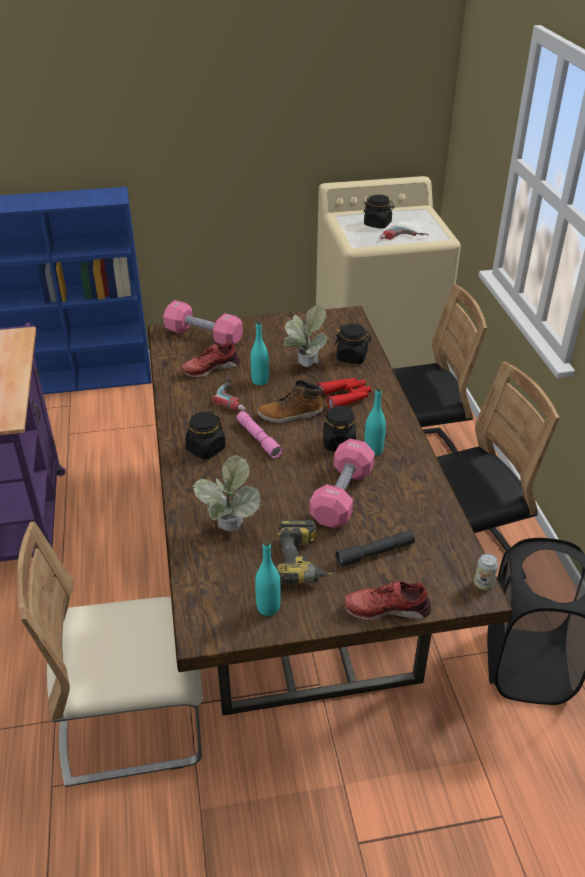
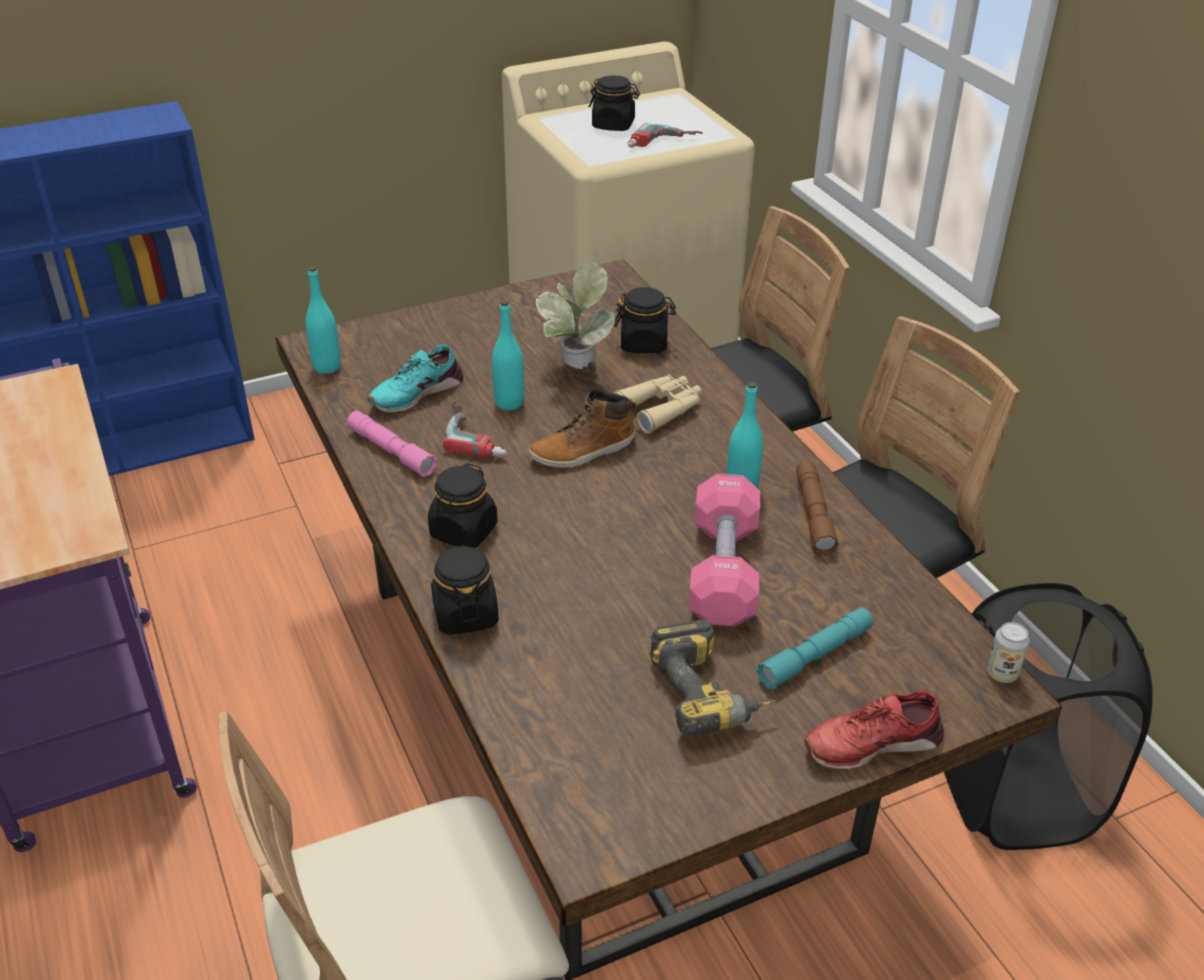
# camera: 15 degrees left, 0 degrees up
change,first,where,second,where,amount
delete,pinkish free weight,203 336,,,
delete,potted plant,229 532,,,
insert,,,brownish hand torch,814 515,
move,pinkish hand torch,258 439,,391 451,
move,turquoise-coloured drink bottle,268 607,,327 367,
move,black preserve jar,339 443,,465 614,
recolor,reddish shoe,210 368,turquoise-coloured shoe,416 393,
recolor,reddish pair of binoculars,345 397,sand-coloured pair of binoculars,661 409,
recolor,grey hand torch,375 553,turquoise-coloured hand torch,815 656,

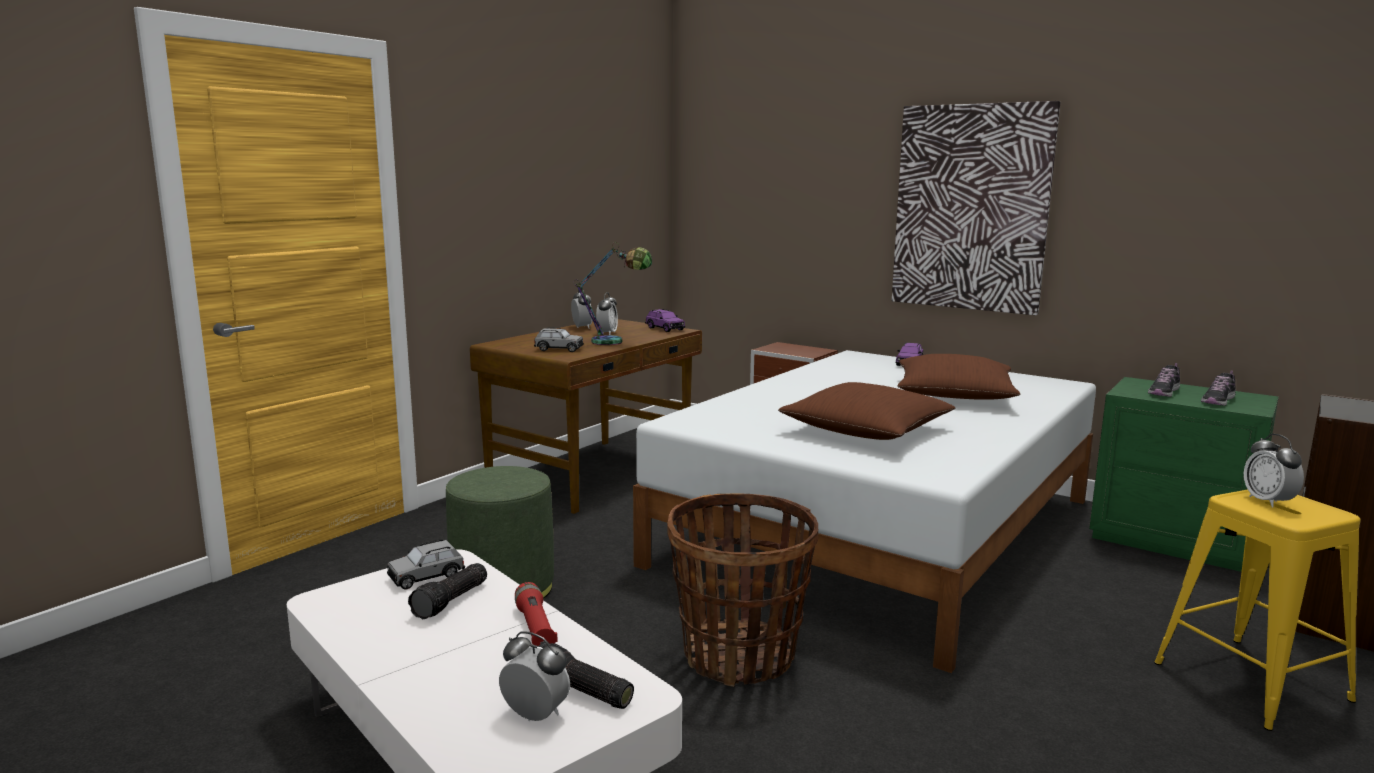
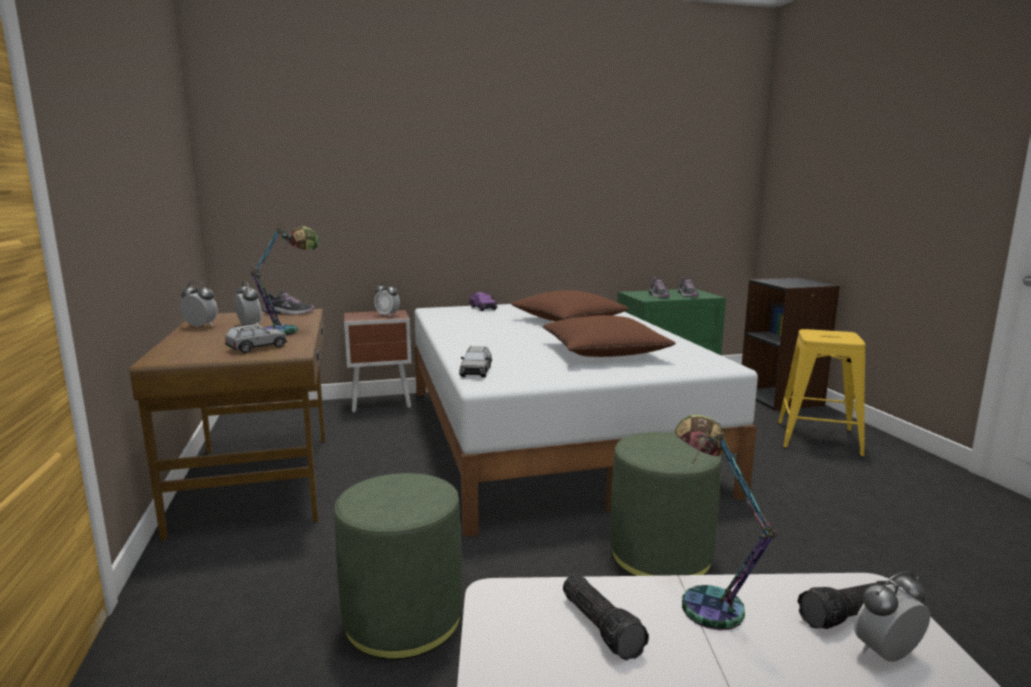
# camera: 50 degrees left, 0 degrees up
change,first,where,second,where,amount
delete,wall picture,971 208,,,
move,grey model car,426 576,,476 371,
move,bedside clock,1268 501,,387 315,
replace,reddish hand torch,535 628,table lamp,707 598,
replace,purplish model car,665 329,shoe,288 313,
replace,household basket,739 656,green pouffe,660 555,

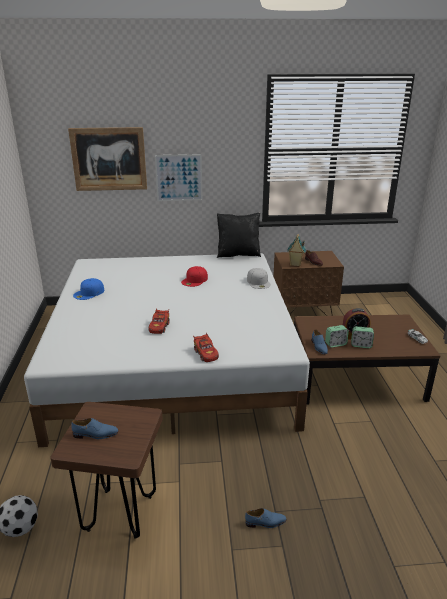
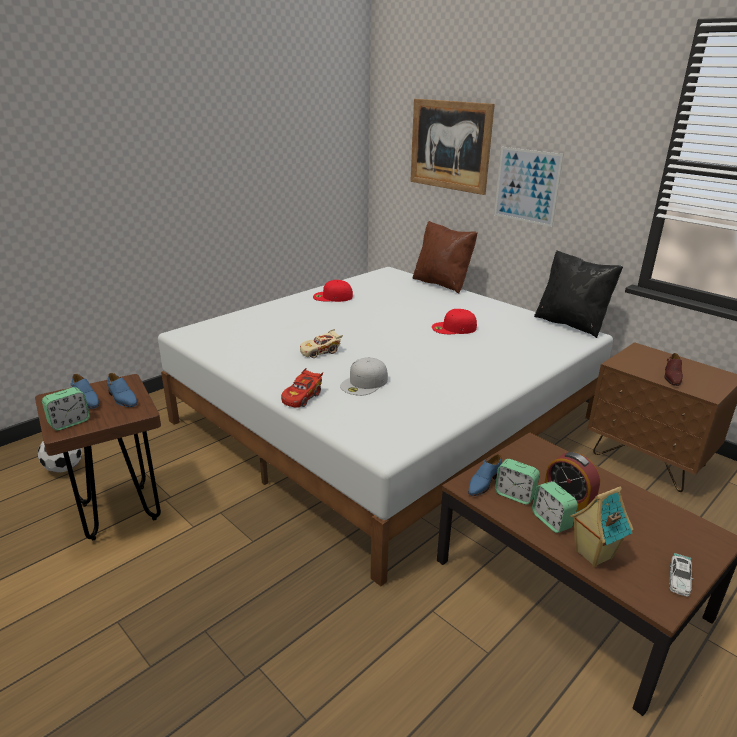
# camera: 50 degrees right, 0 degrees up
change,first,where,second,where,amount
insert,,,bedside clock,69 422,
insert,,,brownish cushion,442 284,
move,blue shoe,265 522,,122 399,
move,white-coloured baseball cap,258 282,,364 383,
move,model house,295 264,,592 554,
recolor,blue baseball cap,89 293,reddish baseball cap,332 297,
recolor,reddish model car,159 327,sand-coloured model car,321 352,

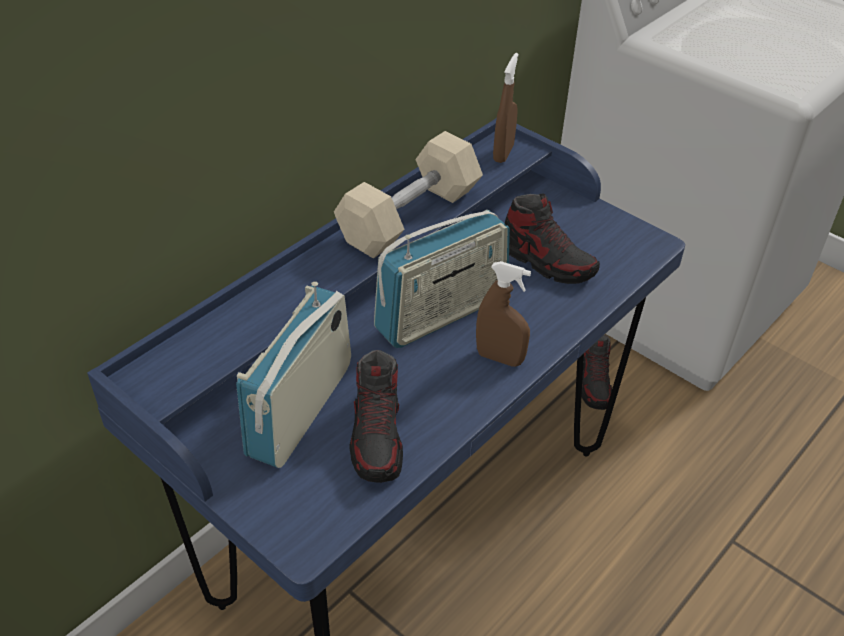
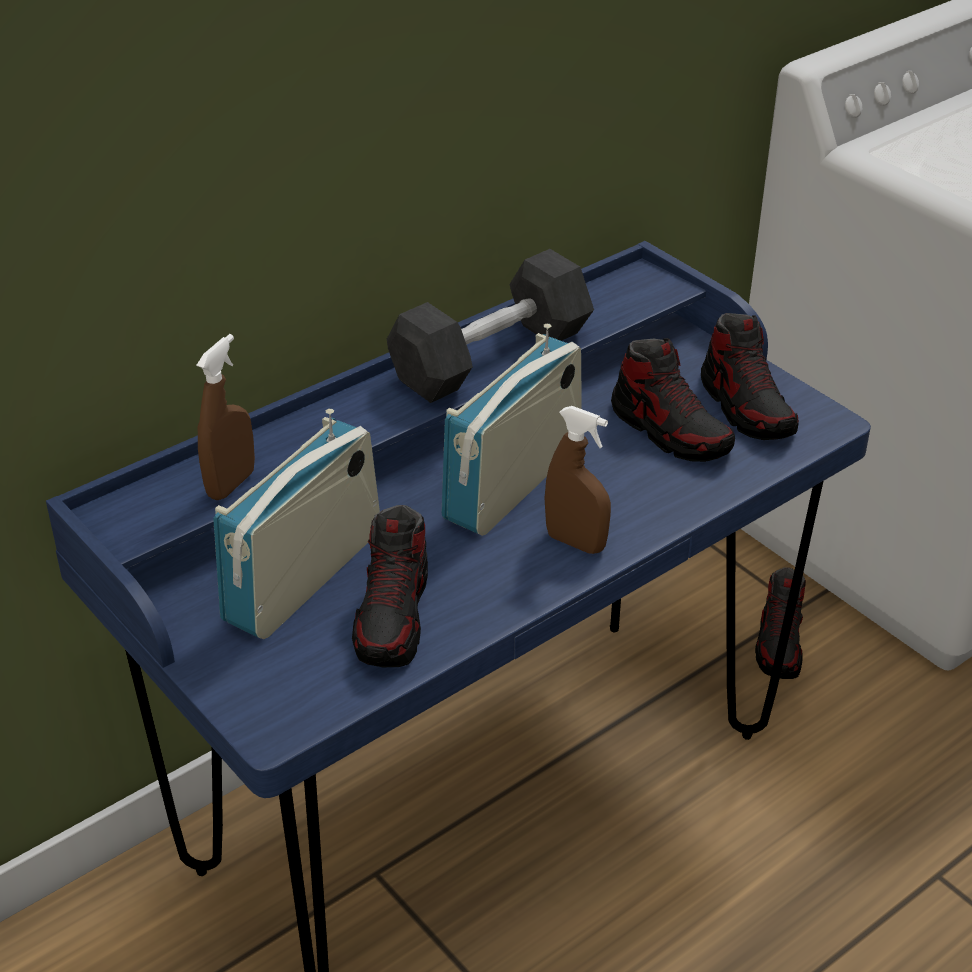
# camera: 10 degrees right, 5 degrees down
change,first,where,second,where,amount
insert,,,shoe,746 407,
move,brownish sprayer,503 153,,231 484,
recolor,sand-coloured free weight,410 216,black free weight,491 357,
rotate,radio set,442 314,,513 483,150 degrees clockwise

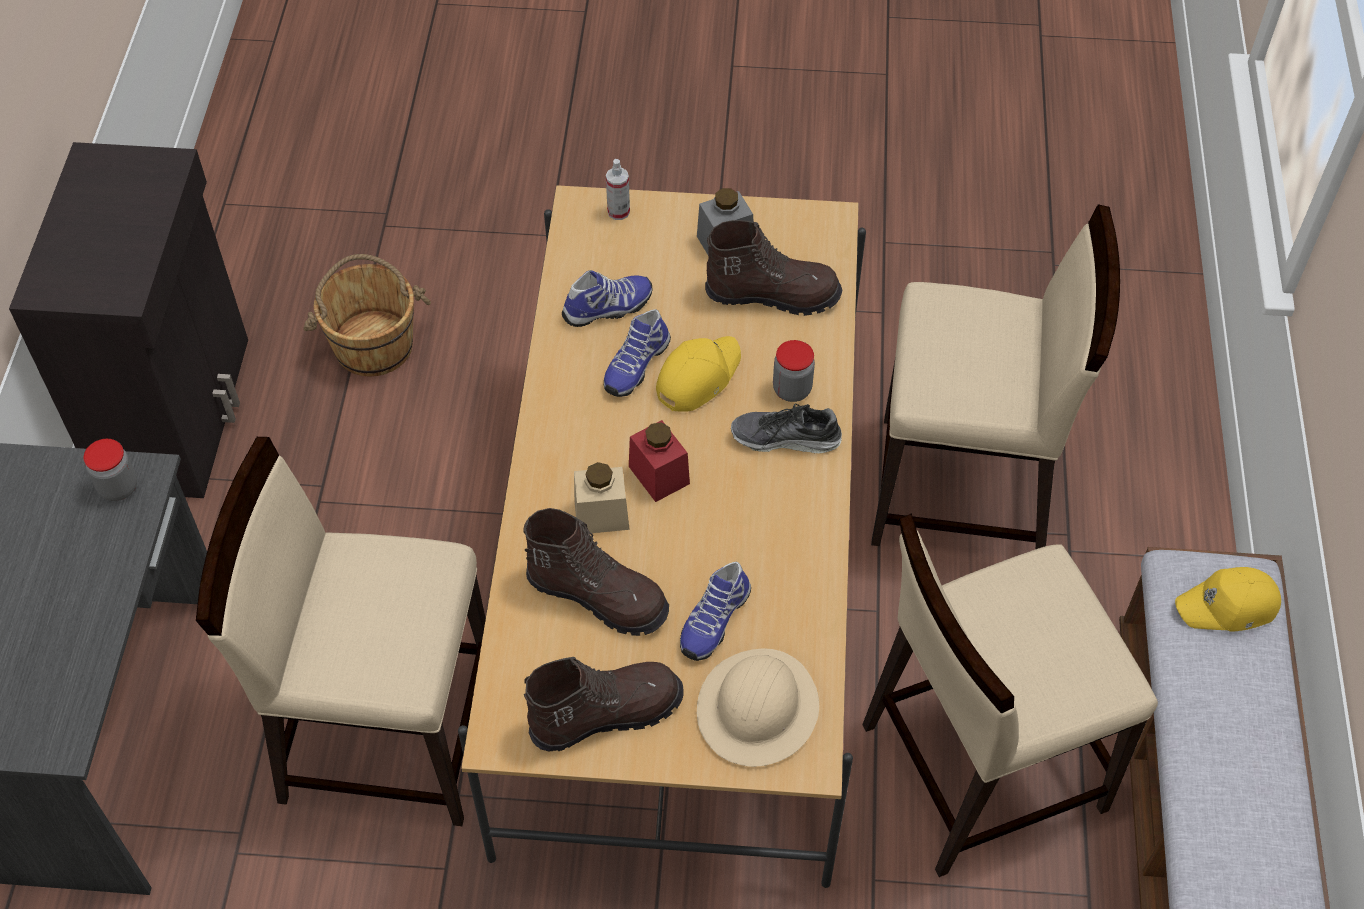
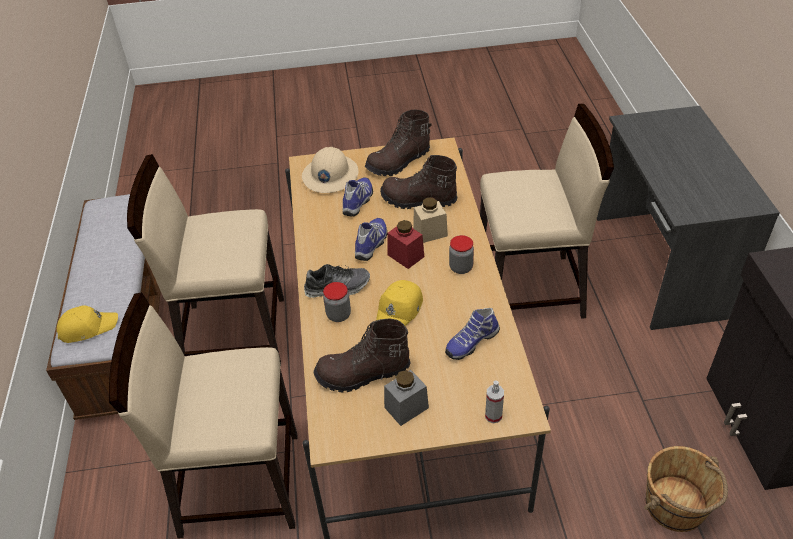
# camera: 170 degrees right, 10 degrees down
change,first,where,second,where,amount
move,preserve jar,118 487,,461 267,
move,shoe,635 365,,372 244,
rotate,sand-coloured plain chair,980 766,,233 333,150 degrees counterclockwise

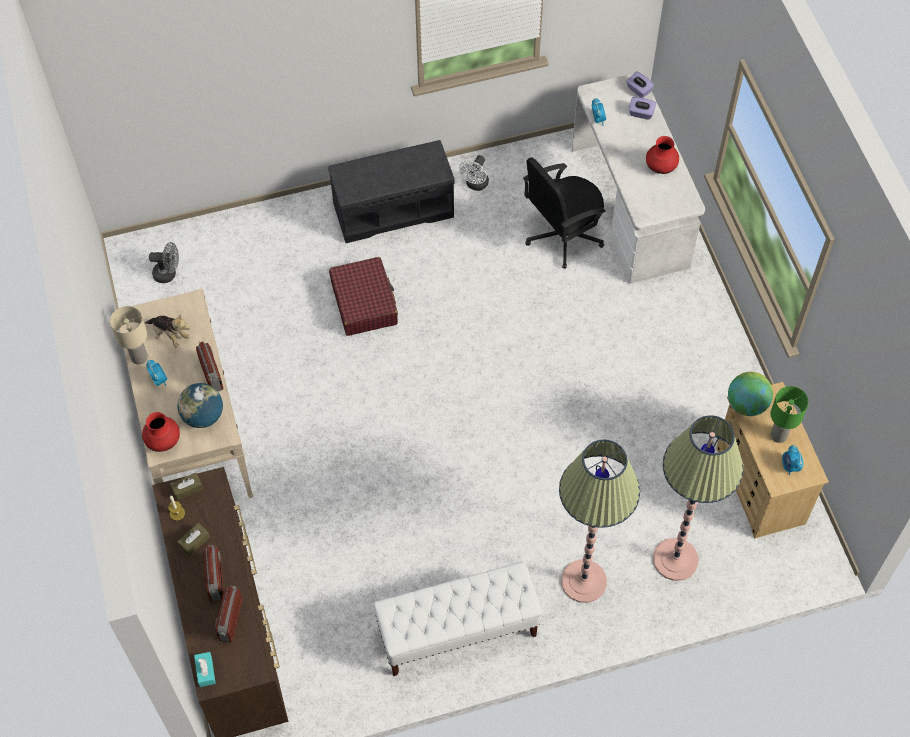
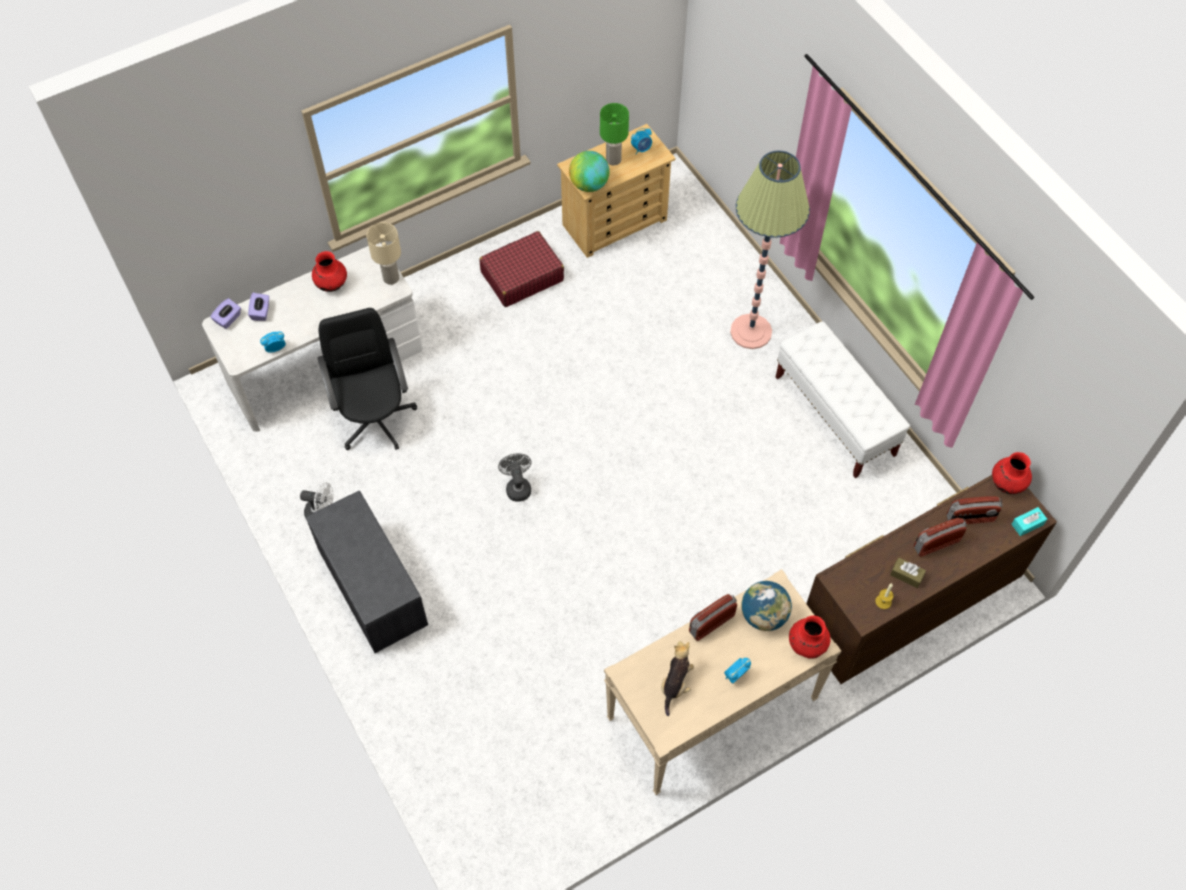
# camera: 105 degrees left, 0 degrees up
change,first,where,second,where,amount
delete,brownish tissue holder,187 489,,,
delete,floor lamp,675 559,,,
insert,,,reddish vase,1006 483,
move,sand-coloured table lamp,138 357,,391 278,
move,grey electric fan,168 274,,517 486,
move,reddish travel case,364 302,,521 276,
rotate,black office chair,562 236,,375 418,150 degrees counterclockwise

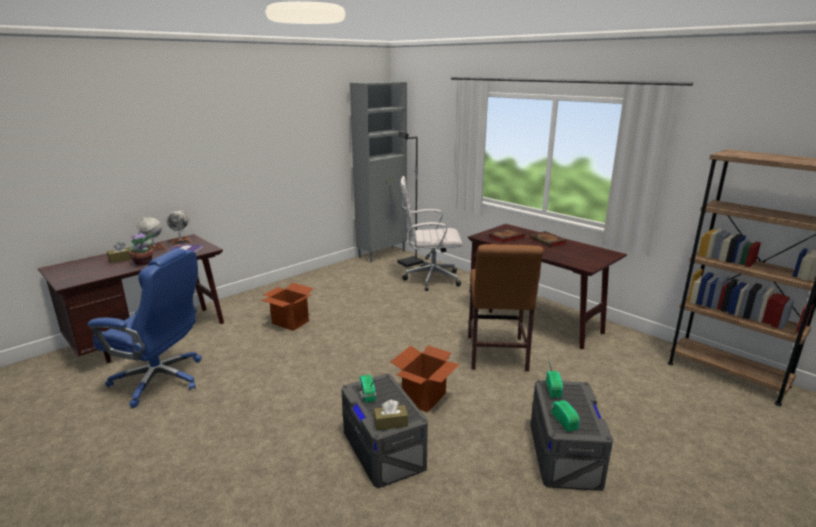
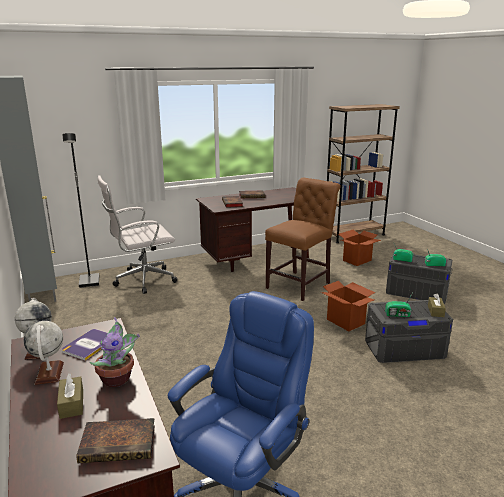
# camera: 70 degrees left, 0 degrees up
change,first,where,second,where,amount
insert,,,bound book,120 444,
move,carton,290 322,,357 260,
rotate,white-coloured office chair,429 279,,142 280,45 degrees clockwise
rotate,brownish plain chair,496 355,,301 284,75 degrees counterclockwise

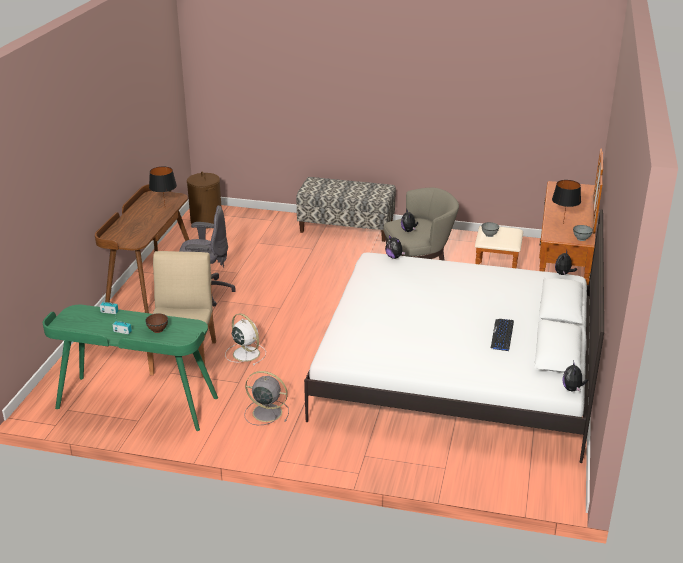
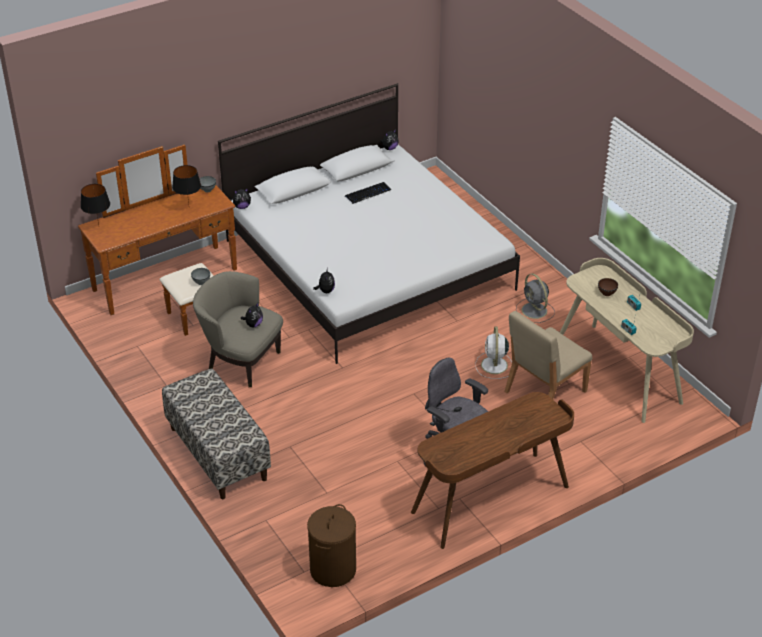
# camera: 135 degrees left, 10 degrees up
change,first,where,second,where,amount
move,black table lamp,165 208,,98 226,
recolor,green desk,136 404,sand-coloured desk,618 371,

